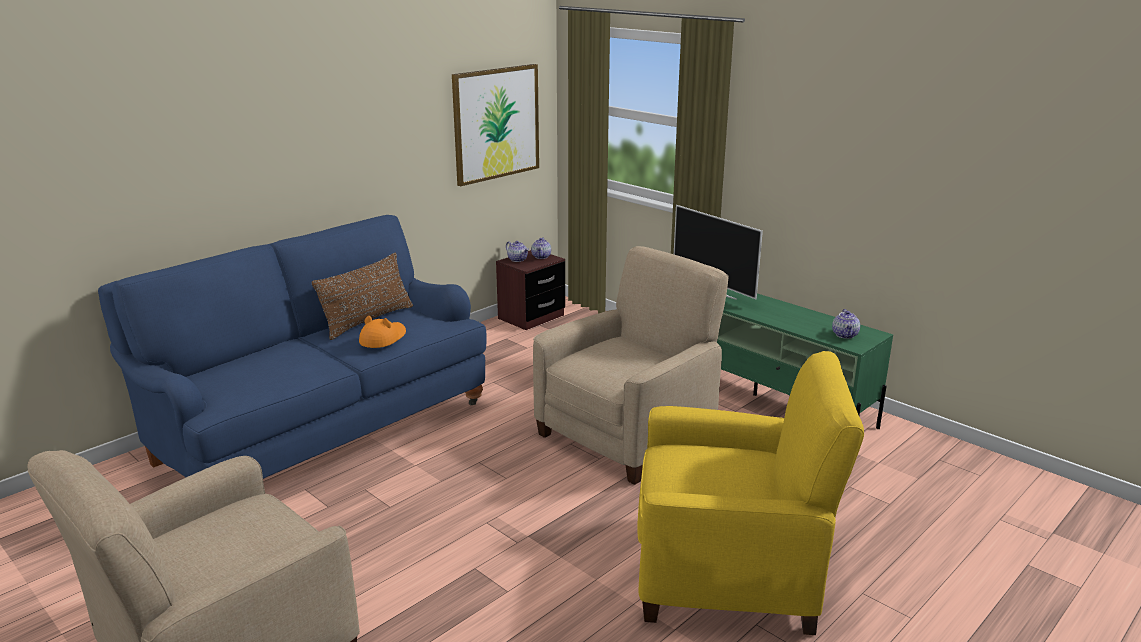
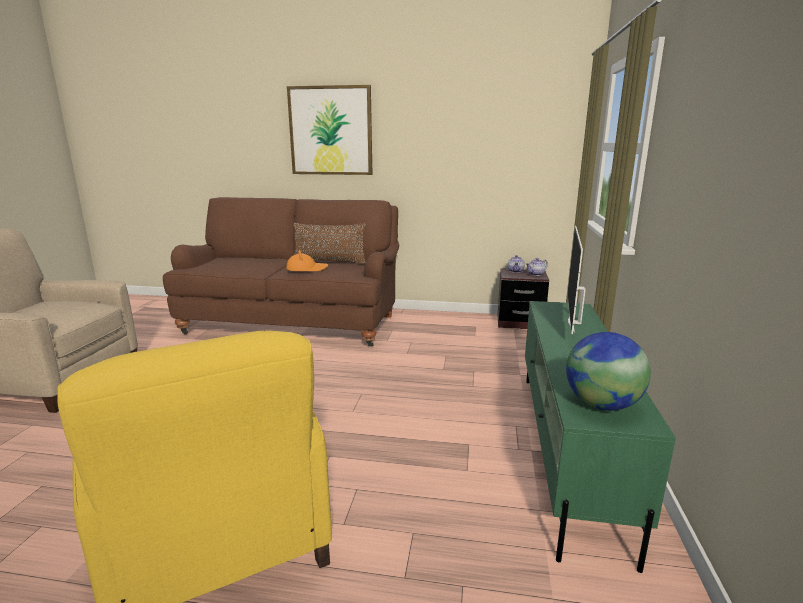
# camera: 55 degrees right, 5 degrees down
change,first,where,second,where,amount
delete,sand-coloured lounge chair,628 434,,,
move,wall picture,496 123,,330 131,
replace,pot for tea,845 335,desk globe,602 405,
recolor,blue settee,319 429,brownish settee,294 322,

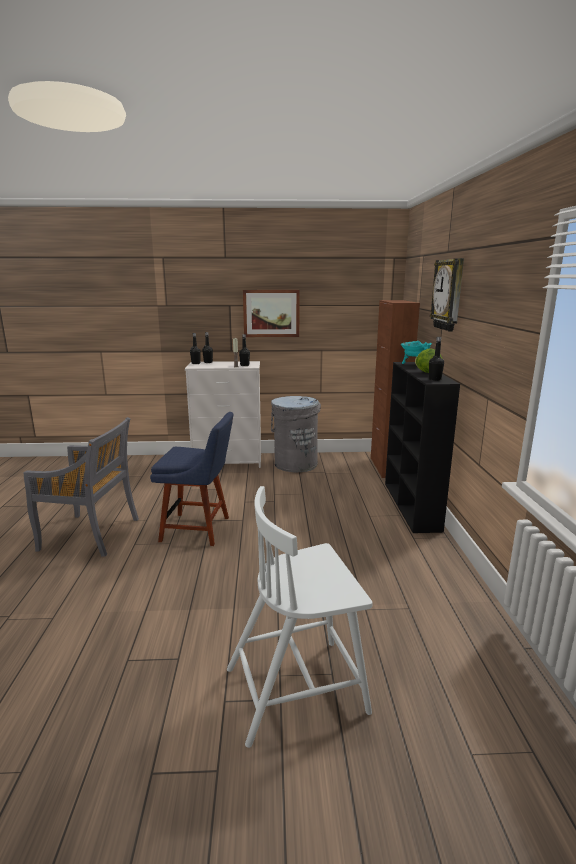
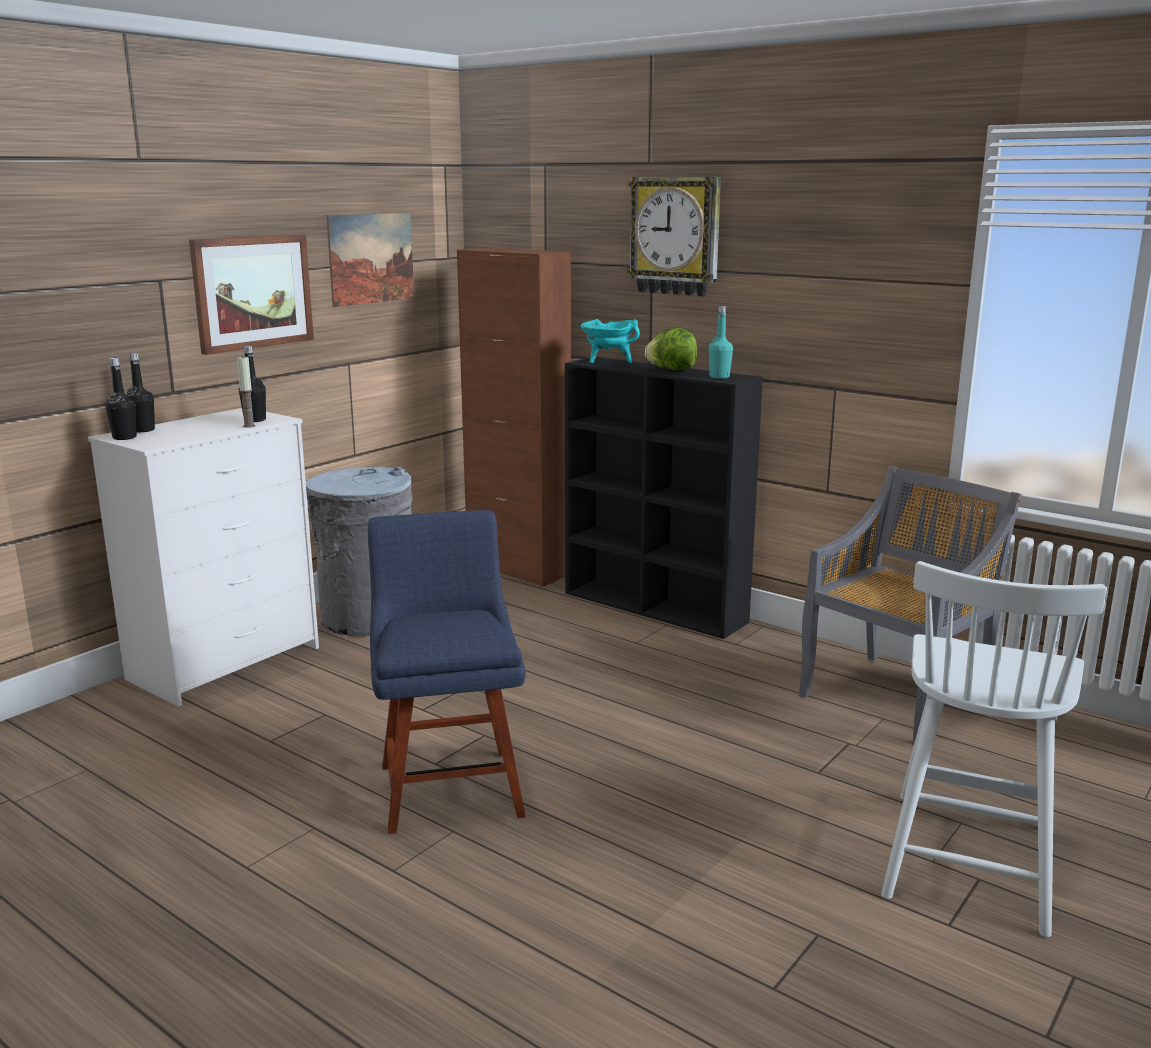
# camera: 50 degrees left, 0 degrees up
change,first,where,second,where,amount
insert,,,wall picture,371 258,
move,grey plain chair,92 535,,896 697,
recolor,black drink bottle,435 379,turquoise-coloured drink bottle,719 377,
rotate,blue plain chair,199 529,,450 785,60 degrees counterclockwise

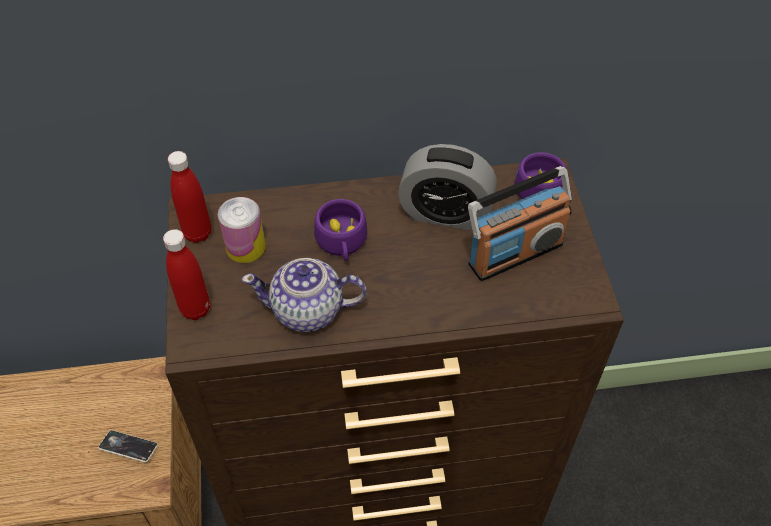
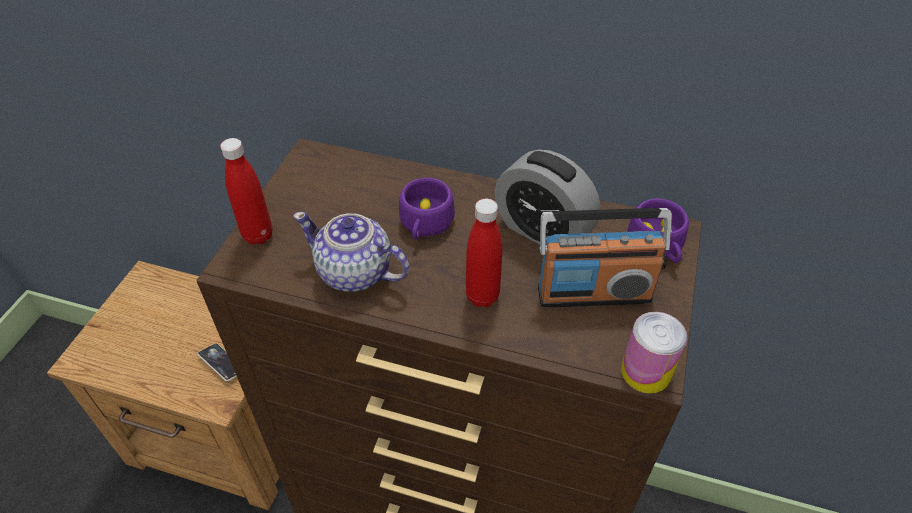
# camera: 25 degrees right, 5 degrees down
change,first,where,second,where,amount
move,reddish drink bottle,198 233,,482 296,
move,can,245 247,,645 371,

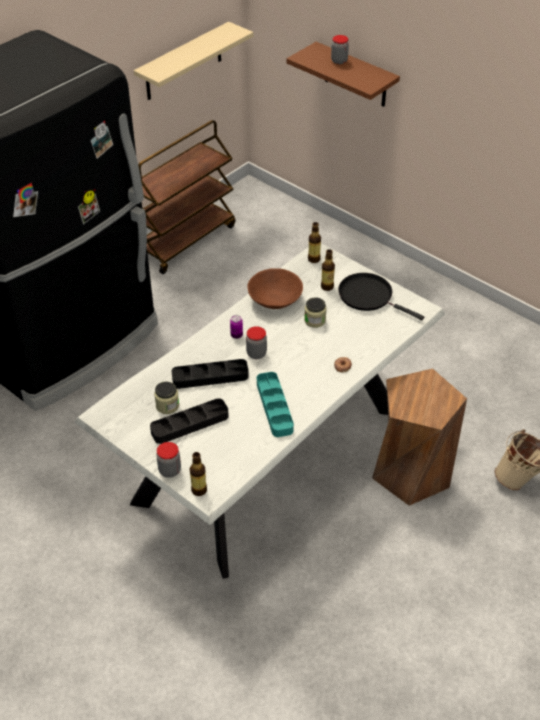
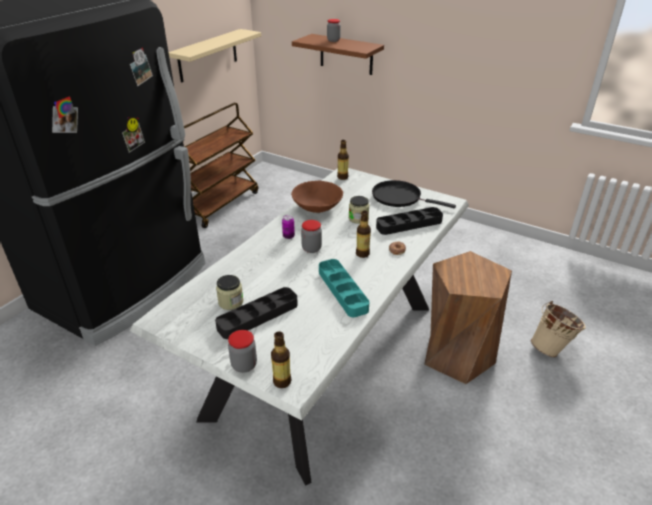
# camera: 10 degrees left, 10 degrees down
change,first,where,second,where,amount
move,black tray,210 377,,409 224,
move,drink bottle,327 287,,362 254,

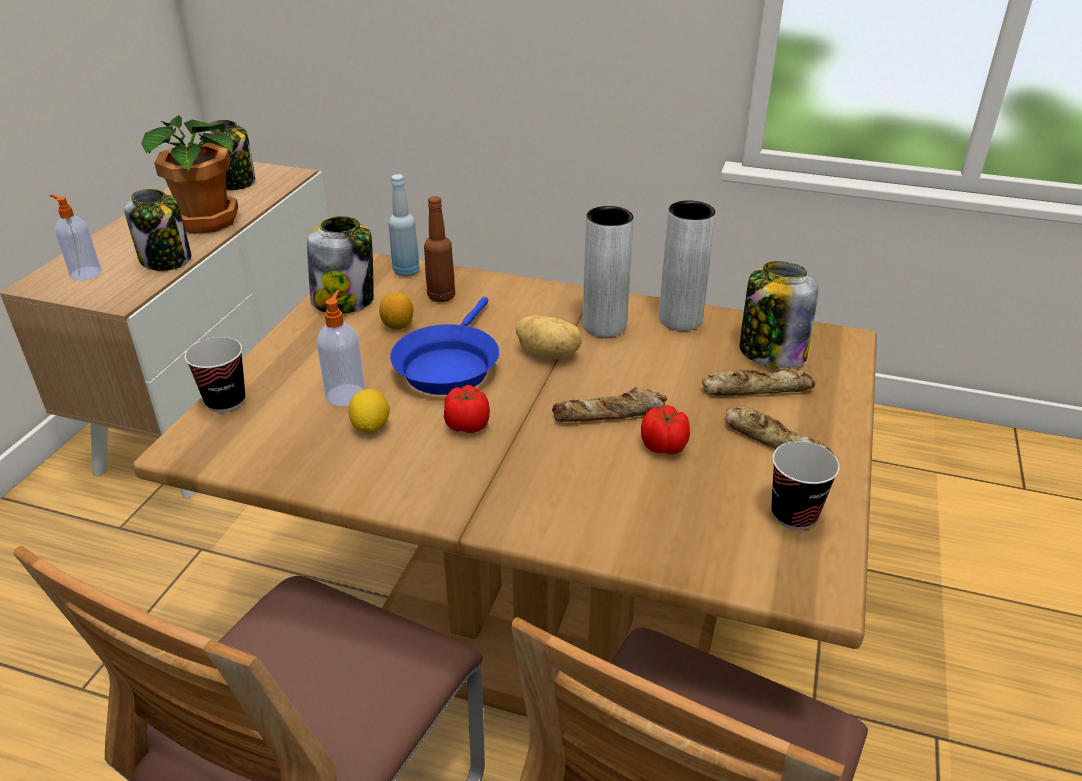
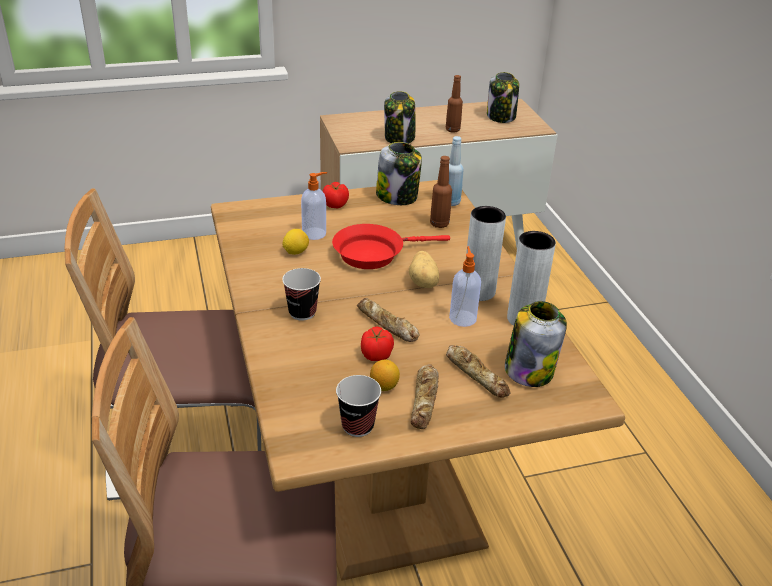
# camera: 55 degrees right, 0 degrees up
change,first,where,second,where,amount
move,liquid soap bottle,85 273,,462 318,
move,drinking cup,225 401,,302 312,
move,whole lemon,398 325,,384 386,
move,tomato,468 424,,335 204,
replace,potted plant,209 220,brownish drink bottle,452 130,
recolor,blue frying pan,449 365,reddish frying pan,374 253,

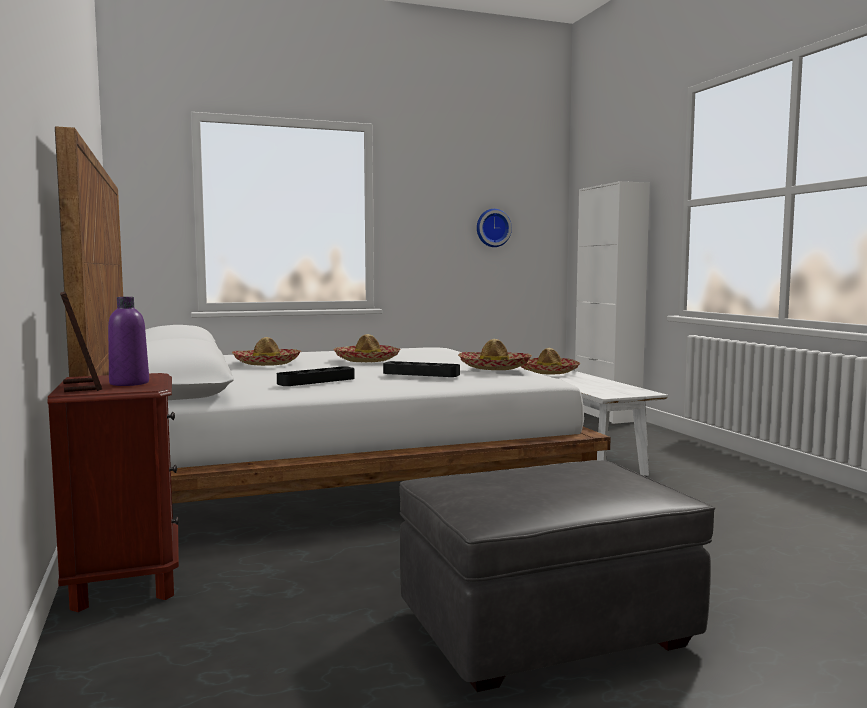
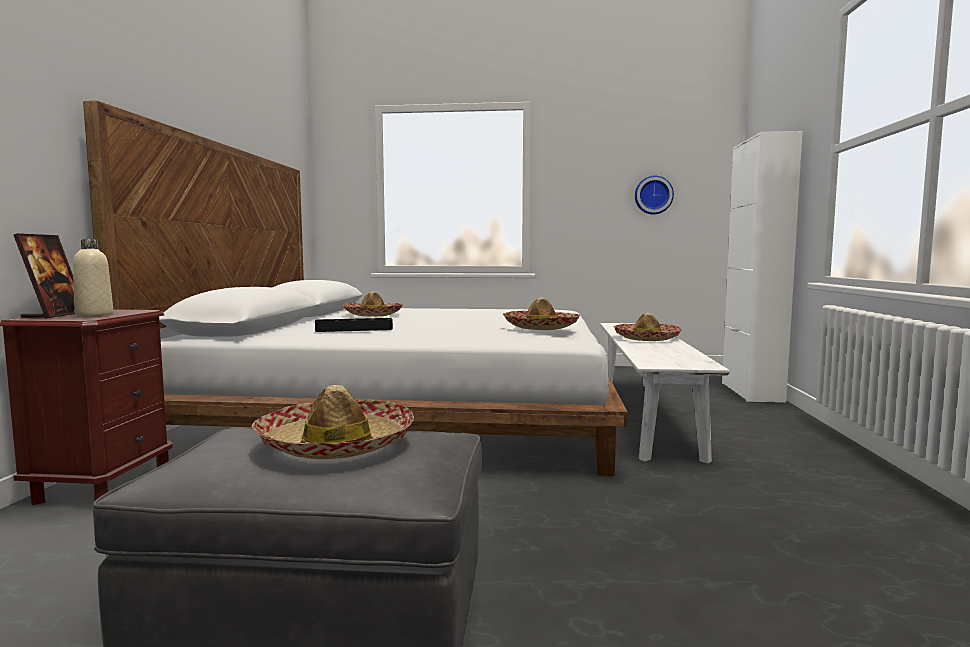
# camera: 25 degrees right, 0 degrees up
change,first,where,second,where,amount
delete,black tray,421 374,,,
move,wearable hat,367 360,,335 445,
recolor,purplish drink bottle,129 383,sand-coloured drink bottle,94 315,

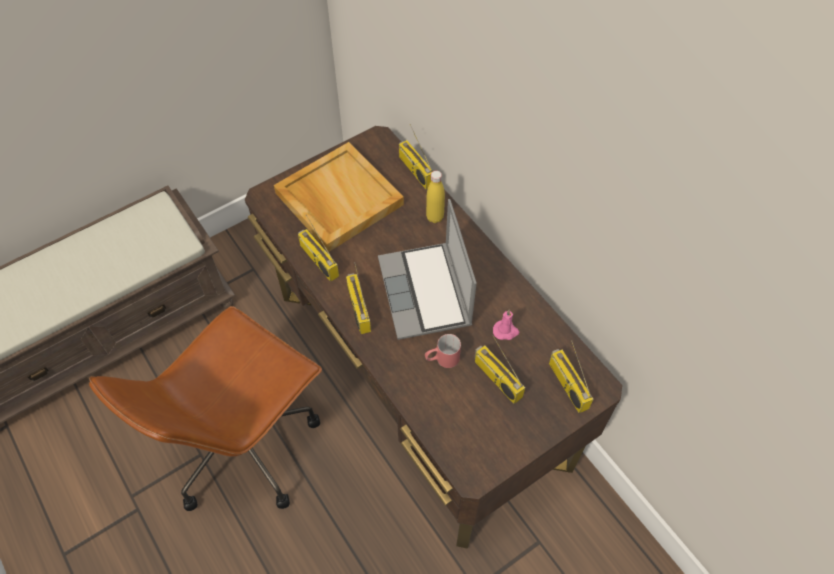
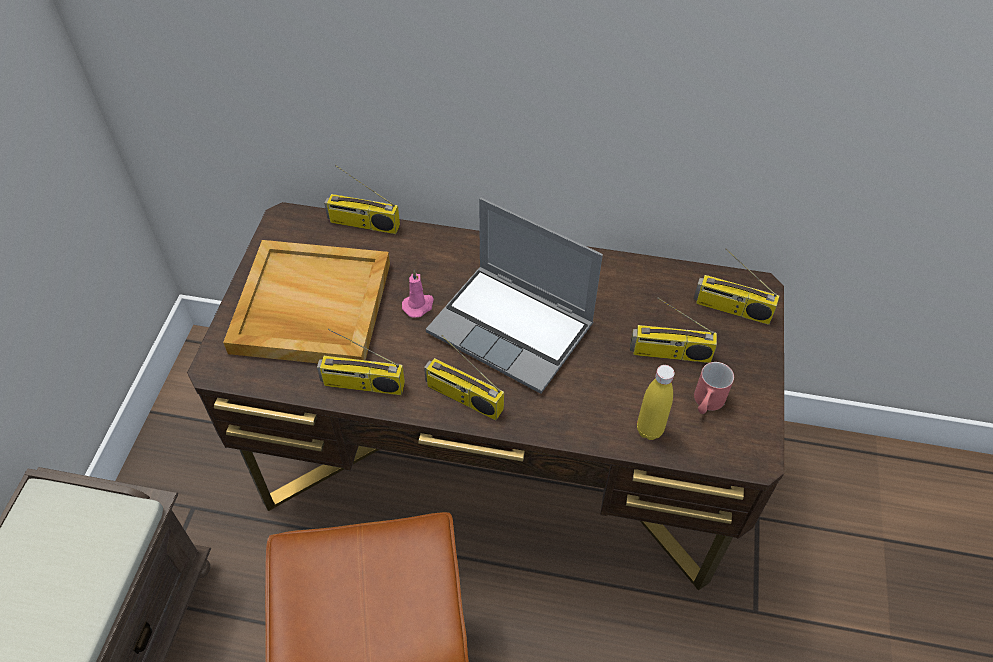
# camera: 45 degrees left, 5 degrees down
change,first,where,second,where,amount
move,reddish mug,442 359,,706 404,
move,yellow drink bottle,435 217,,649 430,
move,pinkish wax candle,506 331,,419 305,

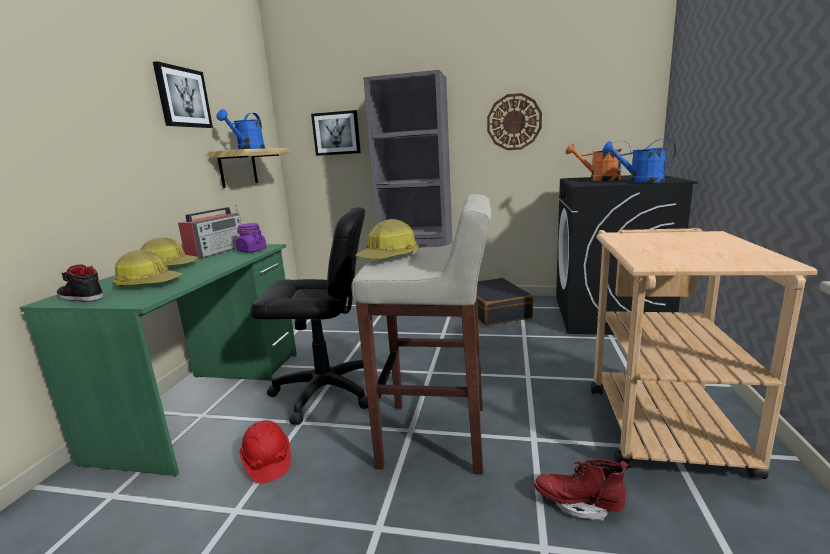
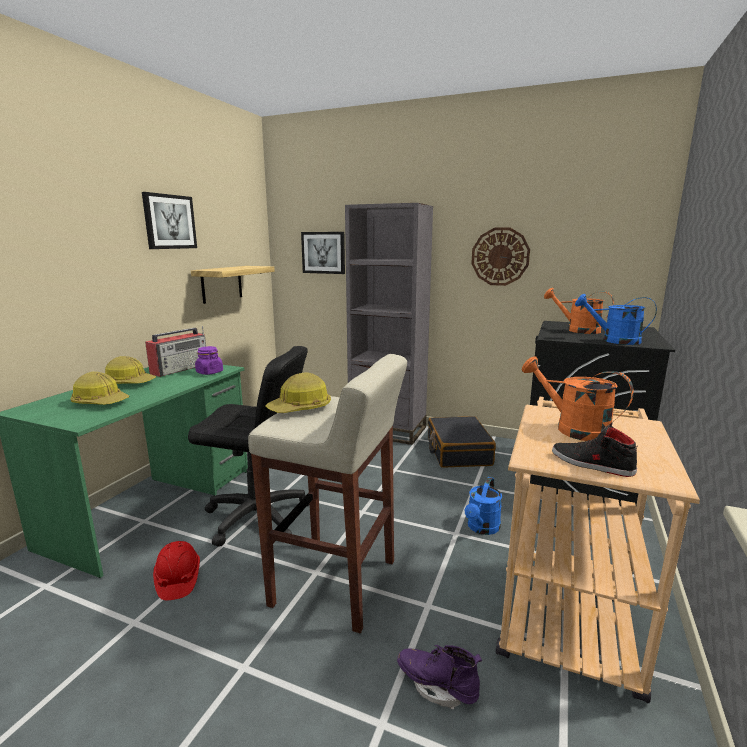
# camera: 10 degrees right, 0 degrees up
change,first,where,second,where,amount
insert,,,orangey sprinkling can,572 429,
move,black shoe,80 297,,591 464,
move,blue sprinkling can,248 149,,482 528,
recolor,reddish tall boot,578 504,purplish tall boot,437 686,

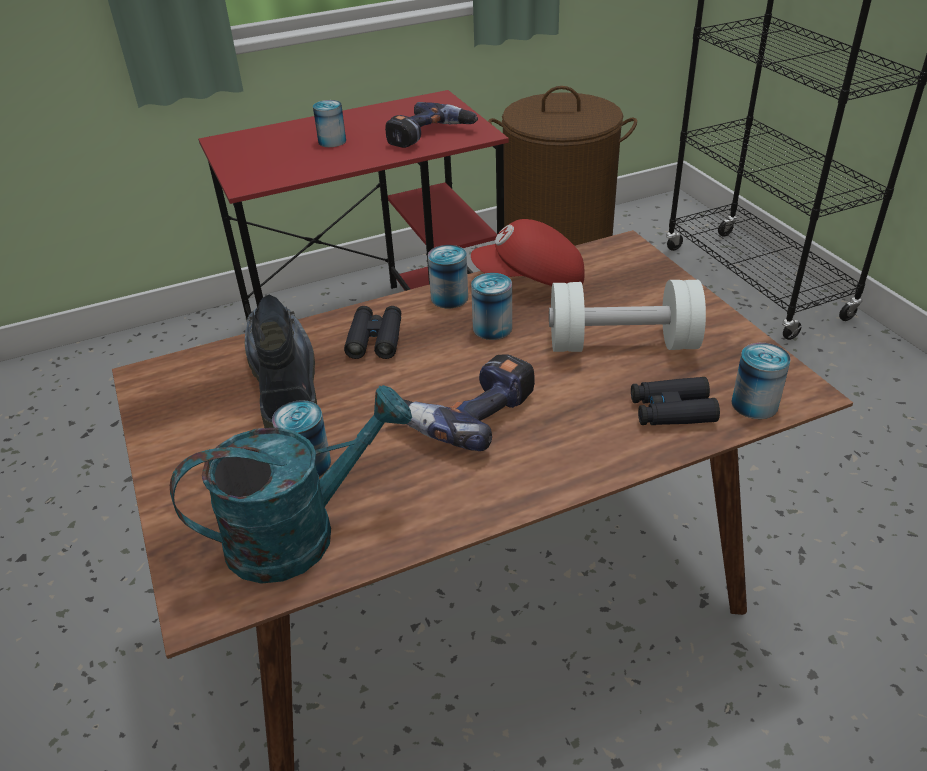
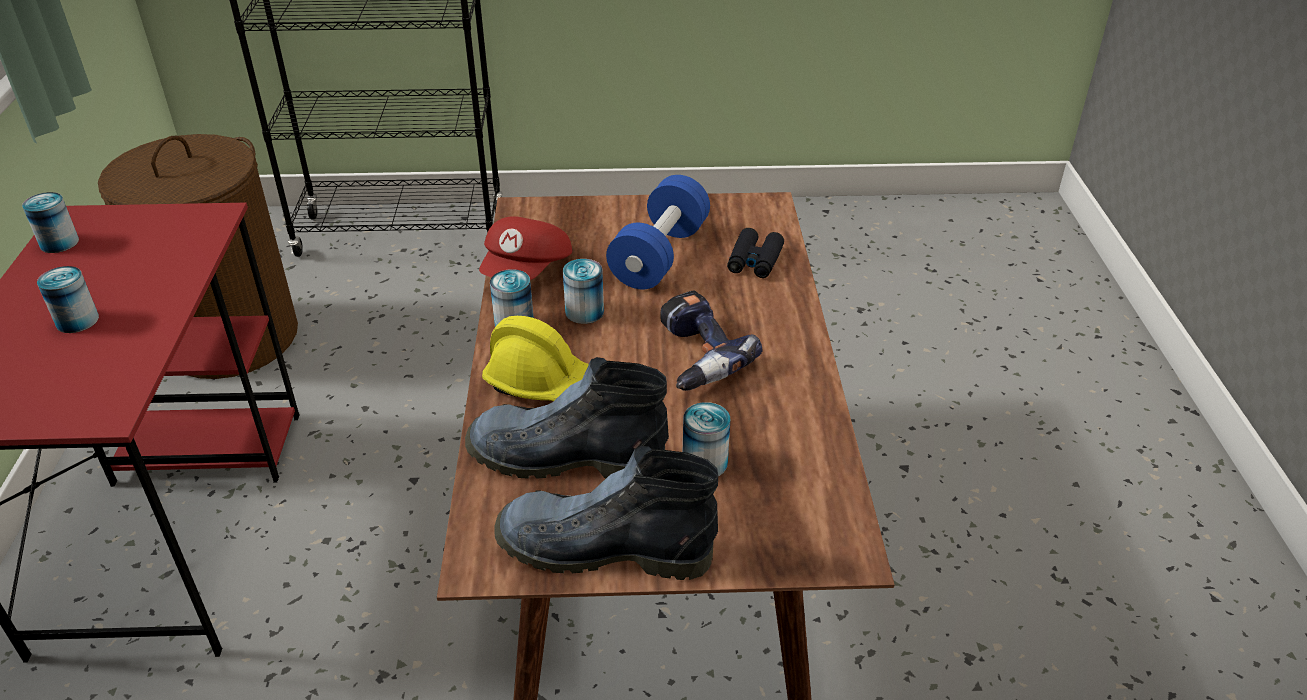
# camera: 70 degrees left, 0 degrees up
change,first,where,second,where,amount
delete,turquoise-coloured sprinkling can,300 532,,,
delete,power drill,430 137,,,
insert,,,tall boot,601 548,
move,can,754 404,,59 243,
replace,black pair of binoculars,375 339,yellow hard hat,545 383,
recolor,white-coloured free weight,622 344,blue free weight,659 256,

